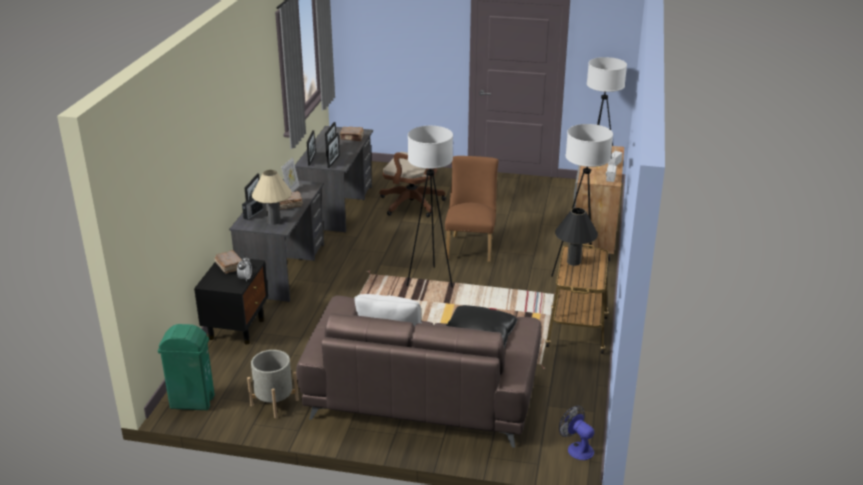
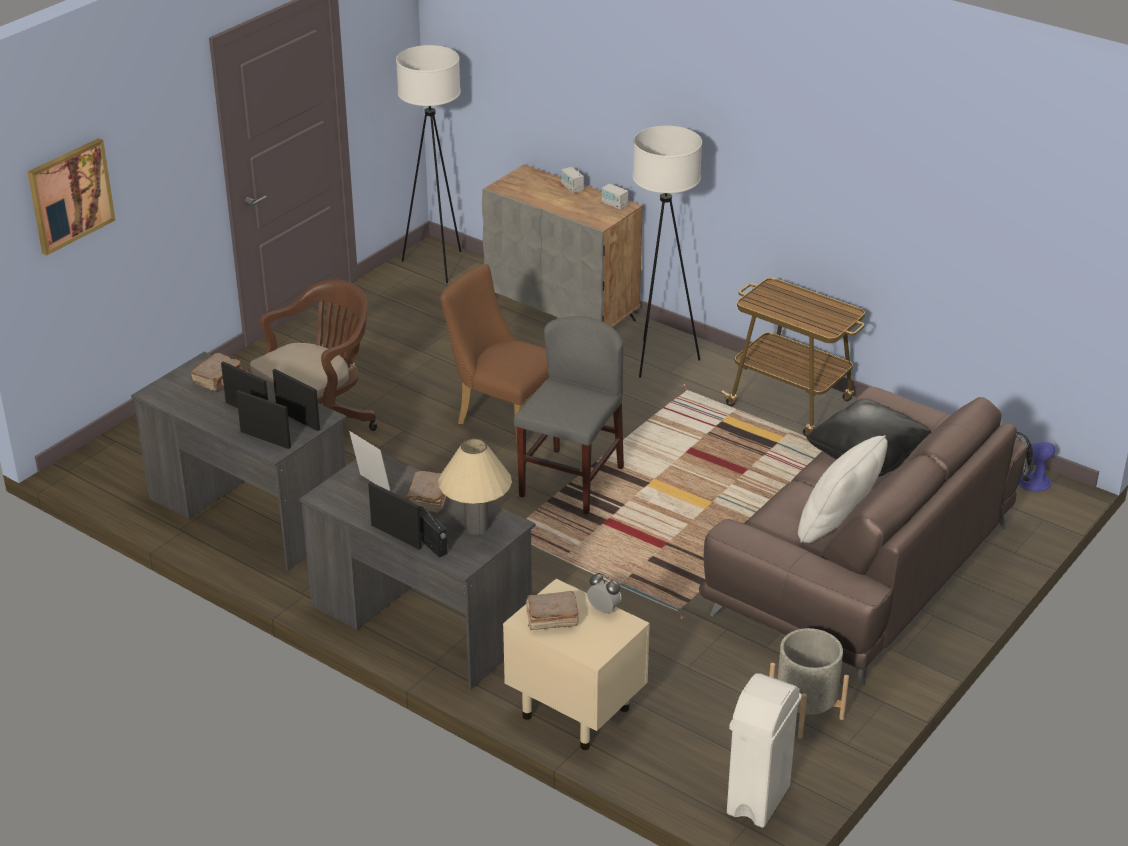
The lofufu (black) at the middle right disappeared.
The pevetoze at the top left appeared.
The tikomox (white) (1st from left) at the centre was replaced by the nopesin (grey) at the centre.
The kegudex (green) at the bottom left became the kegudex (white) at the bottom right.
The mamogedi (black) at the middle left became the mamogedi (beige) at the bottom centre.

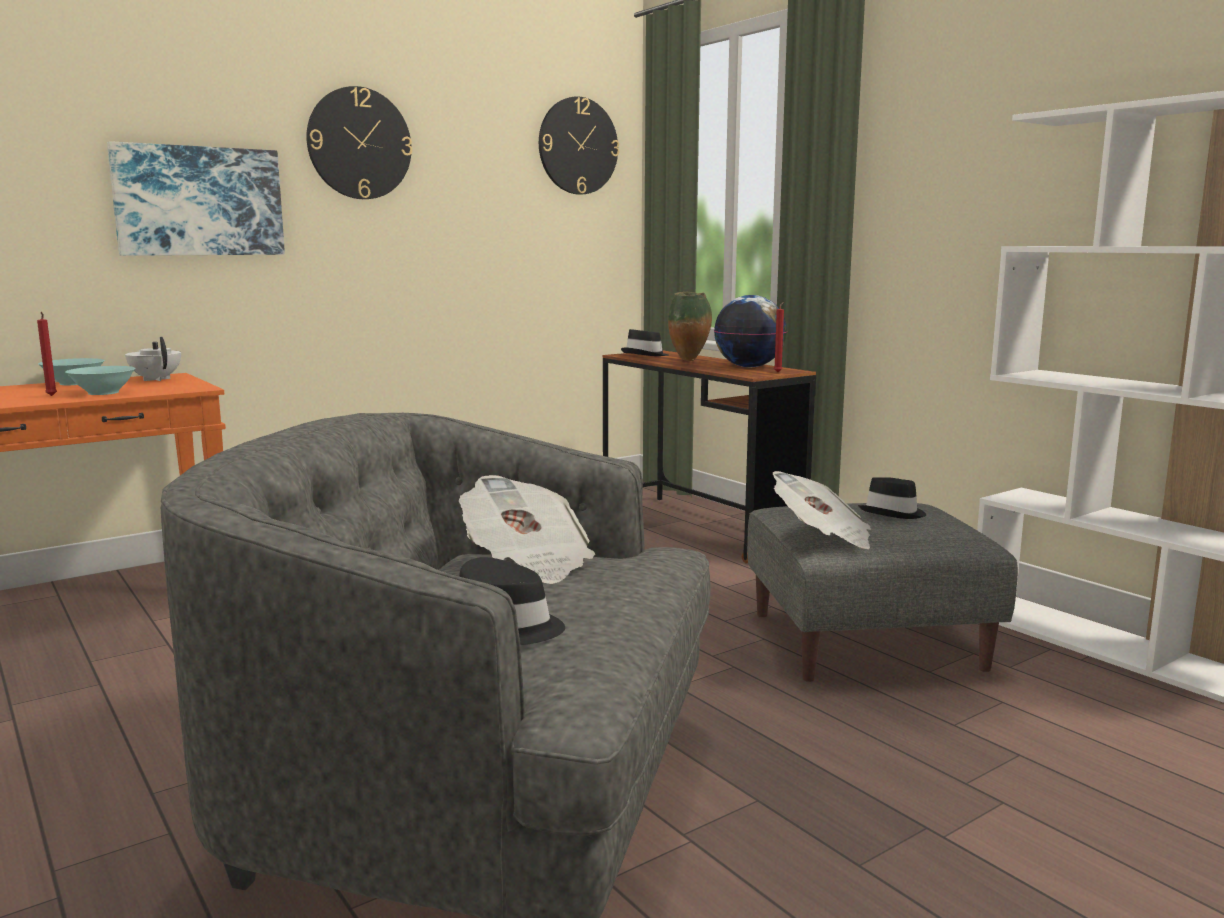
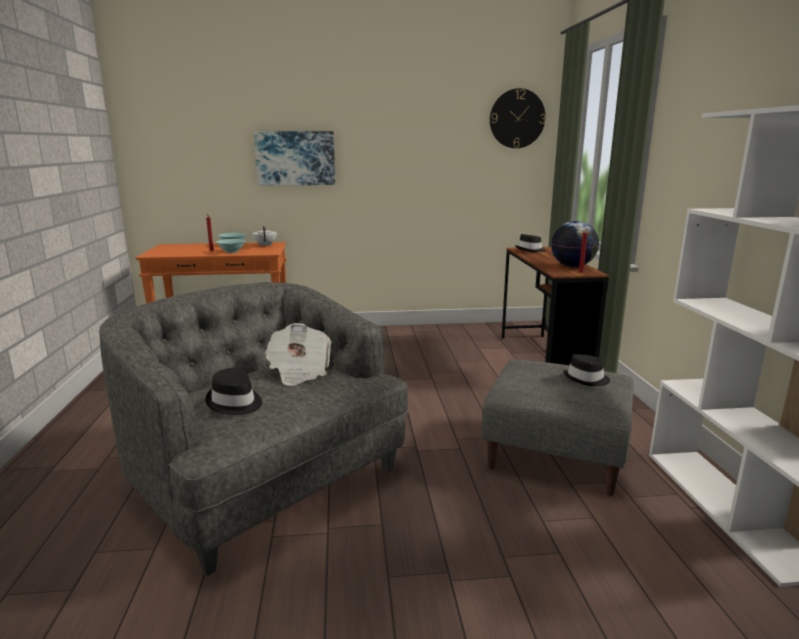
The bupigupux (1st from left) at the top left disappeared.
The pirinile at the centre disappeared.
The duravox (2nd from left) at the middle right disappeared.

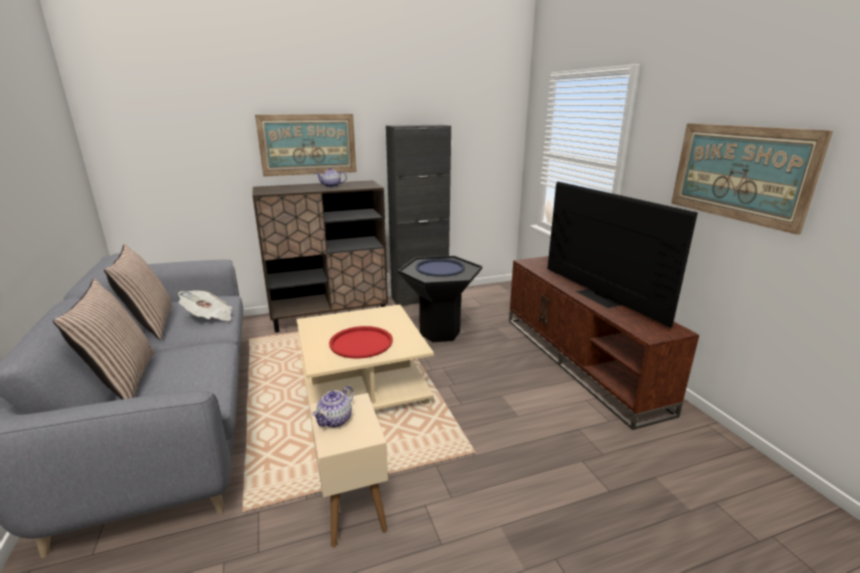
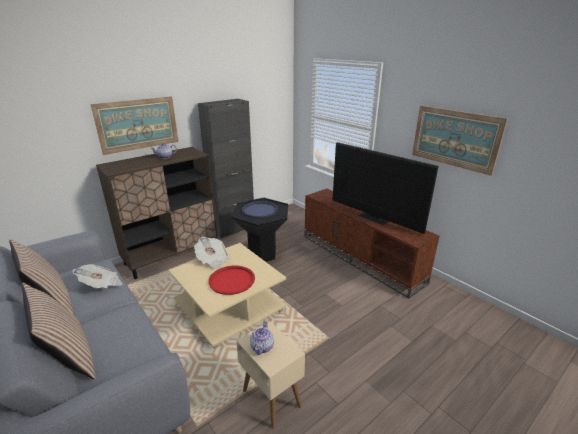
The duravox (2nd from left) at the centre appeared.

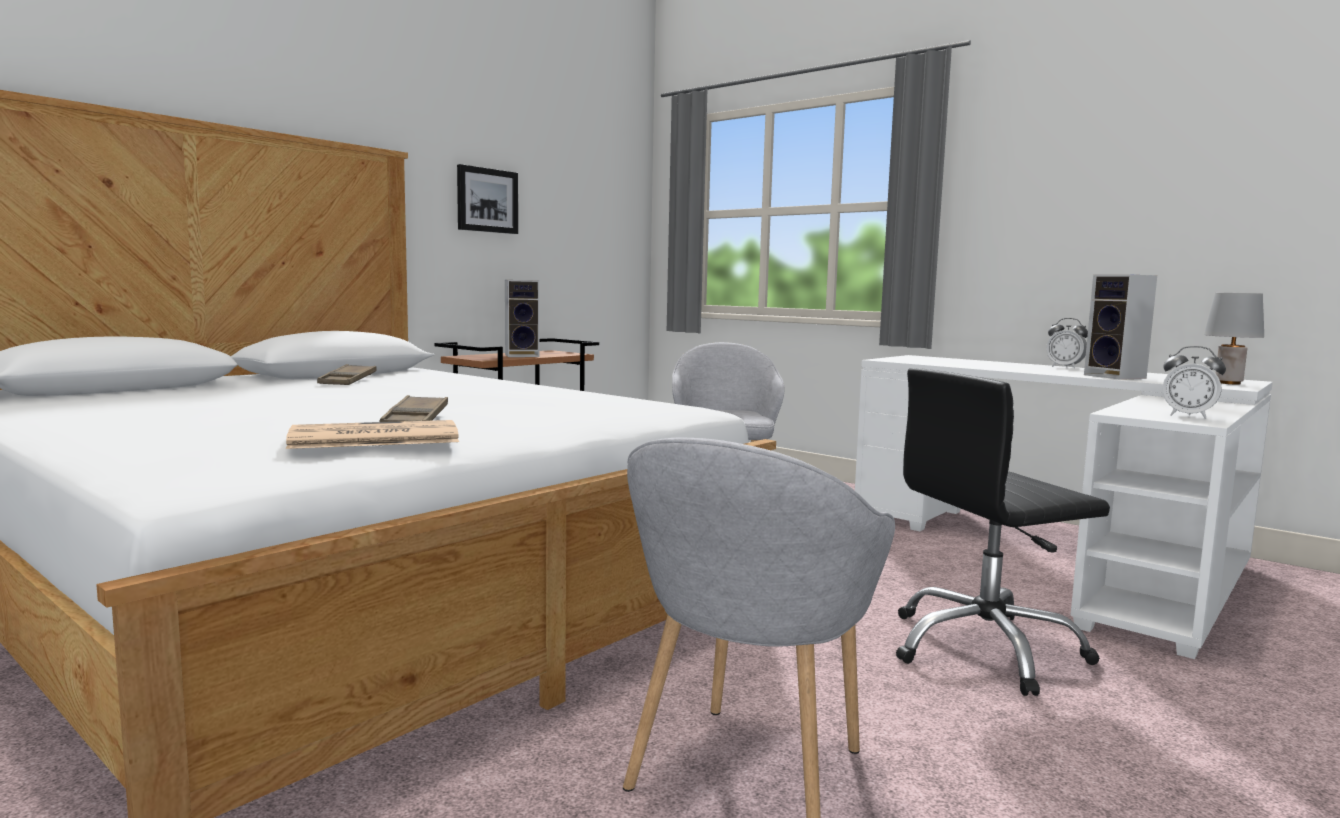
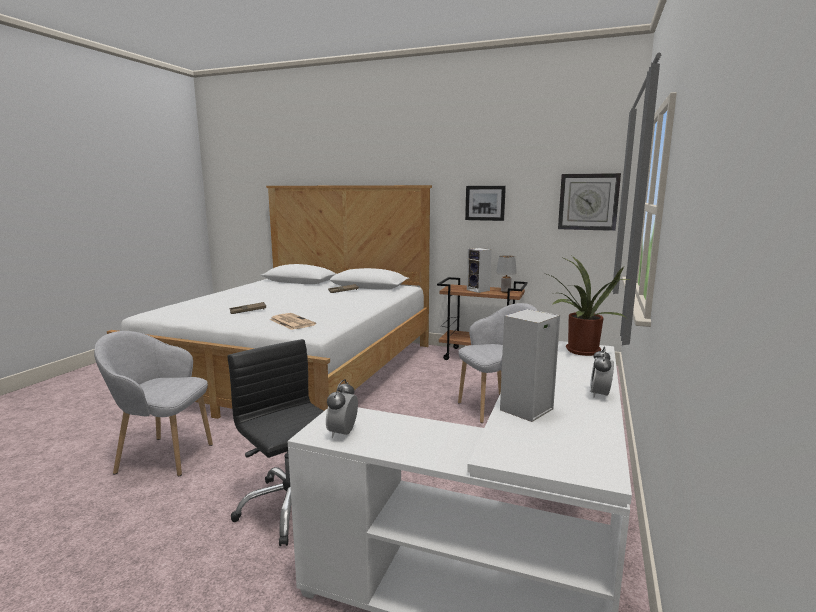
The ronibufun at the middle right appeared.
The bupigupux at the top right appeared.
The duravox moved from the middle left to the centre.
The lofufu (grey) moved from the middle right to the centre.

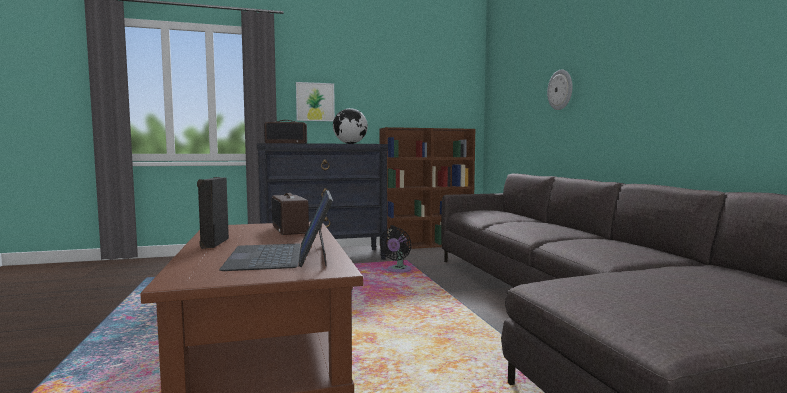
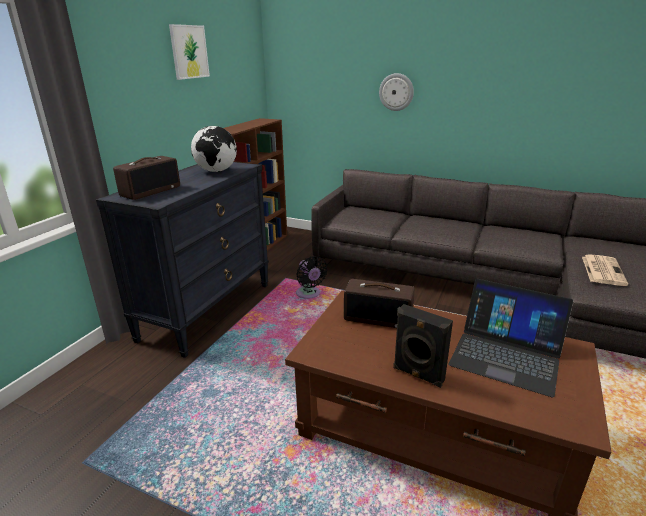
The duravox at the middle right appeared.
The pevetoze moved from the top centre to the top left.

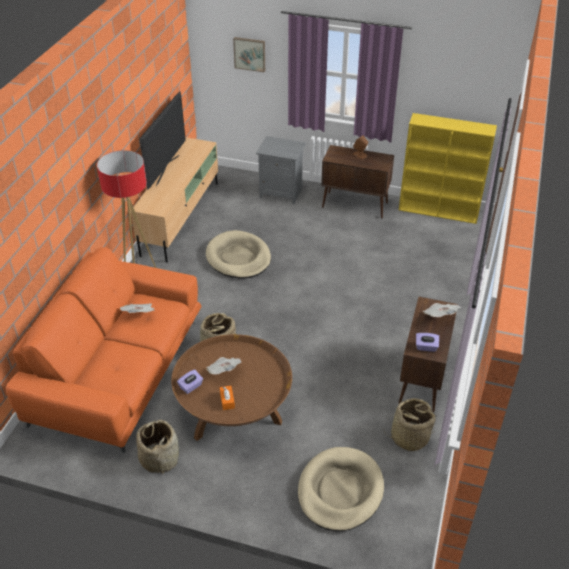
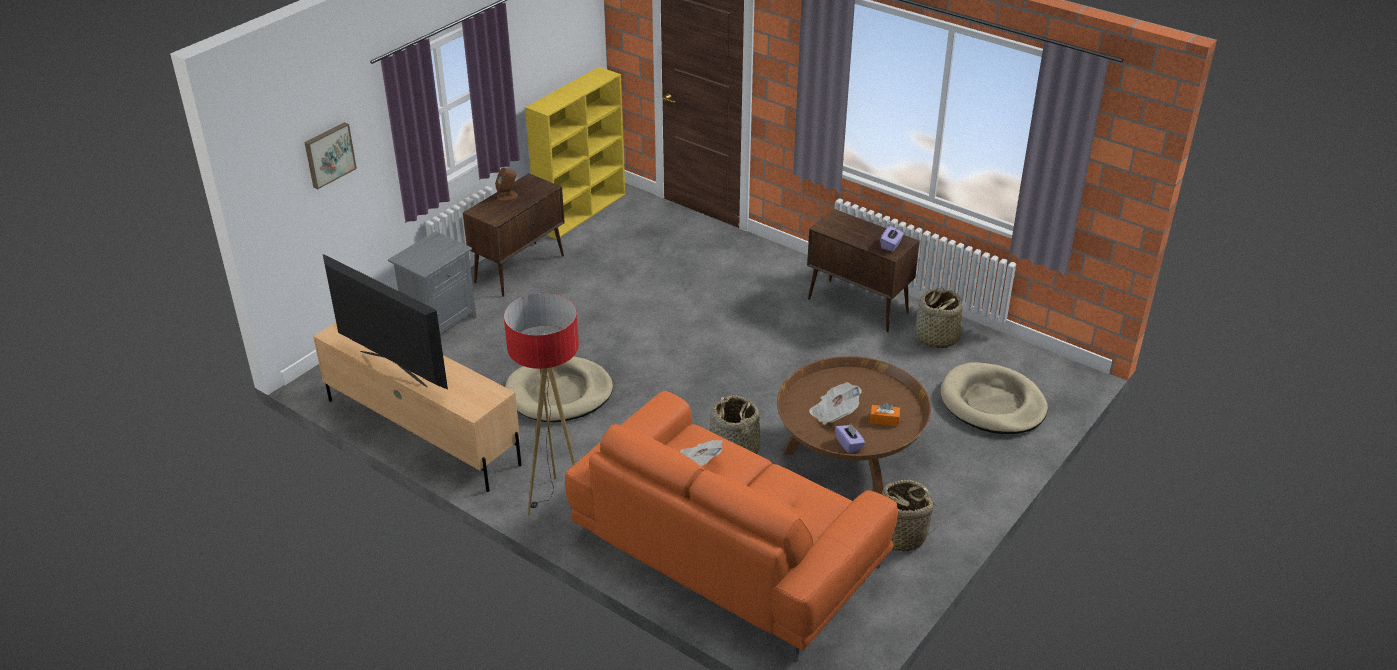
The duravox (3rd from left) at the middle right disappeared.

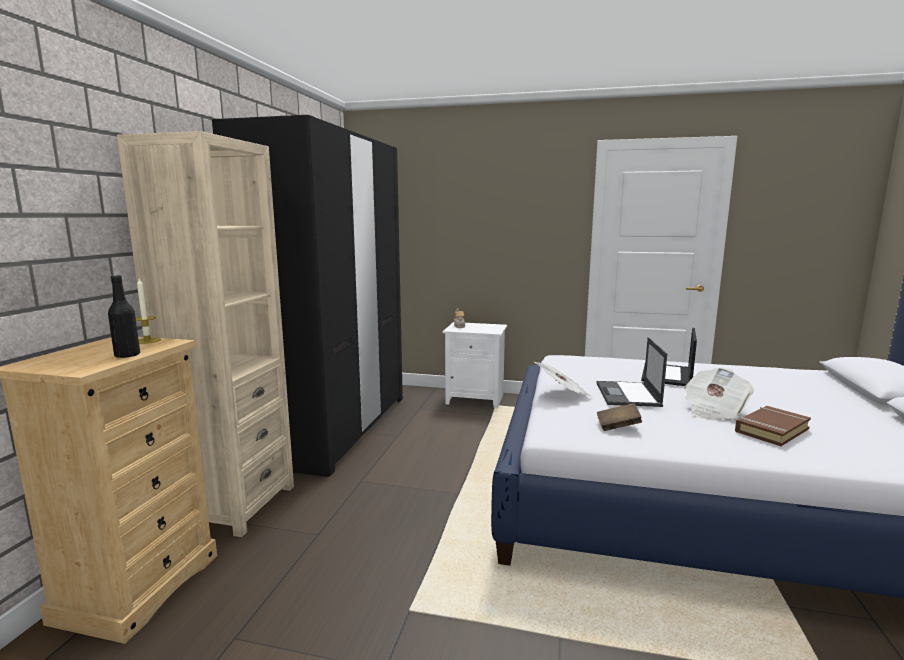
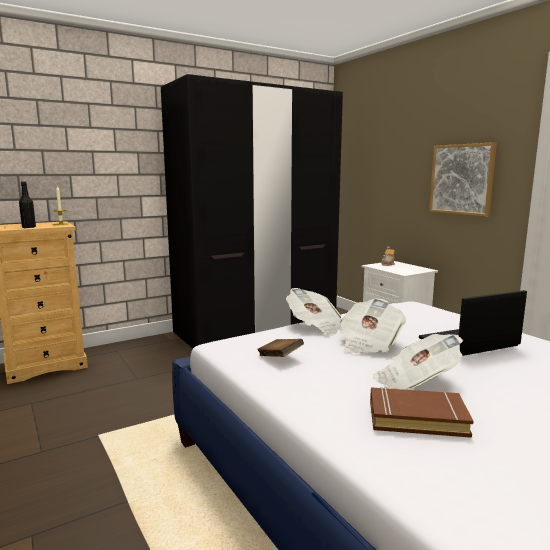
The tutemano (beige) at the middle left disappeared.
The pevetoze at the top right appeared.
The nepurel (1st from left) at the middle right was replaced by the duravox (2nd from left) at the middle right.

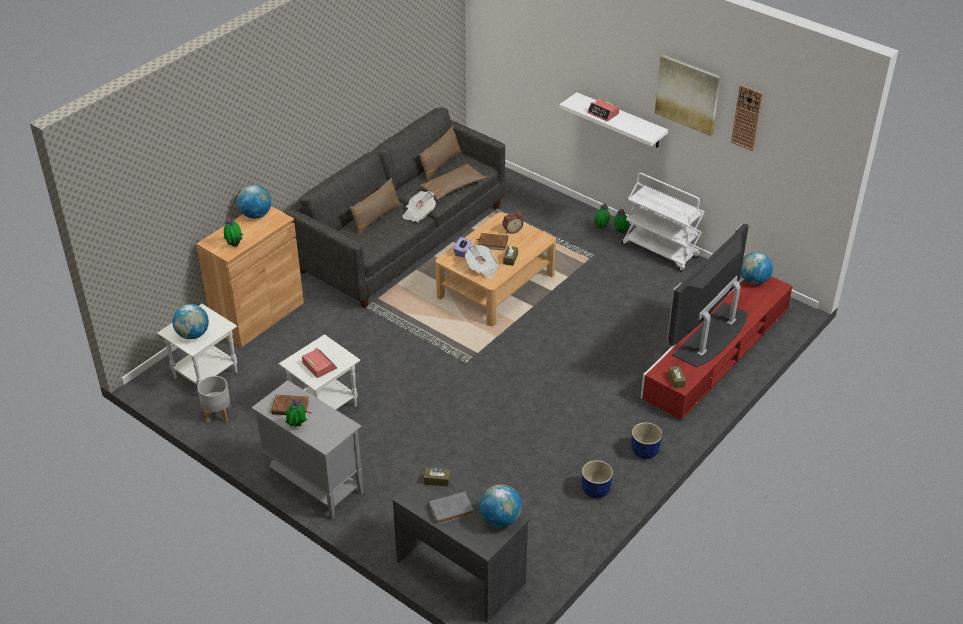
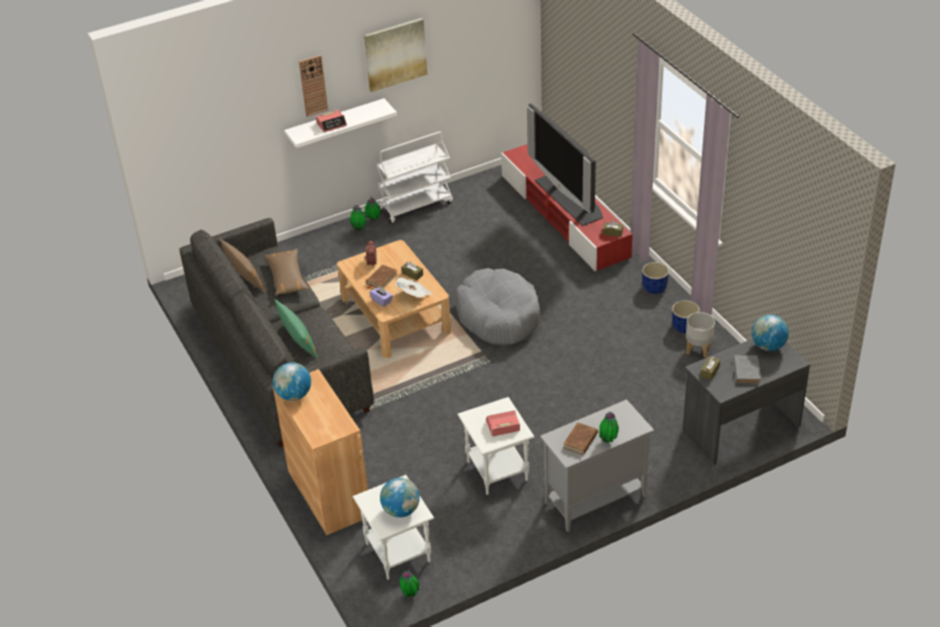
The duravox (1st from left) at the top centre disappeared.
The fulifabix (4th from left) at the middle right disappeared.
The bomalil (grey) at the centre appeared.
The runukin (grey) moved from the middle left to the middle right.
The ronibufun (1st from left in the first image) moved from the middle left to the bottom centre.
The bupigupux moved from the top right to the top left.
The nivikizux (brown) (1st from left) at the top centre became the nivikizux (green) at the middle left.

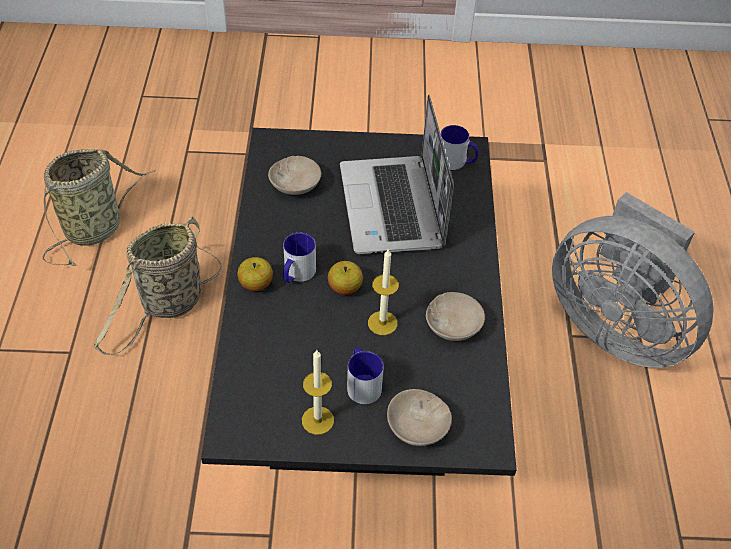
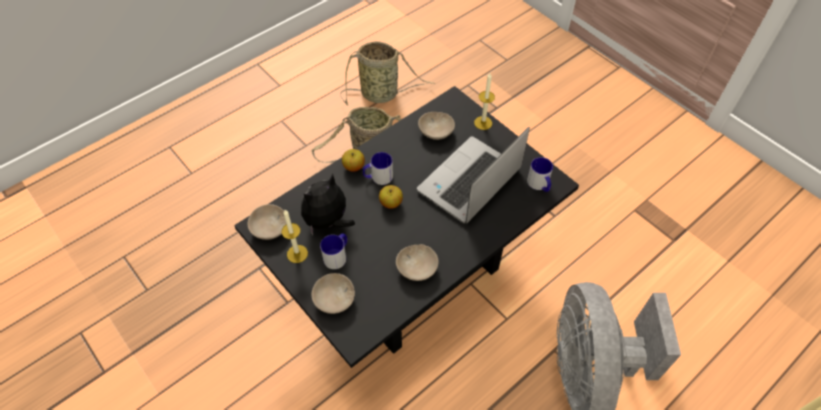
The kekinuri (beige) (1st from left) at the middle left appeared.
The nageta at the centre appeared.
The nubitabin (2nd from left) moved from the centre to the top centre.

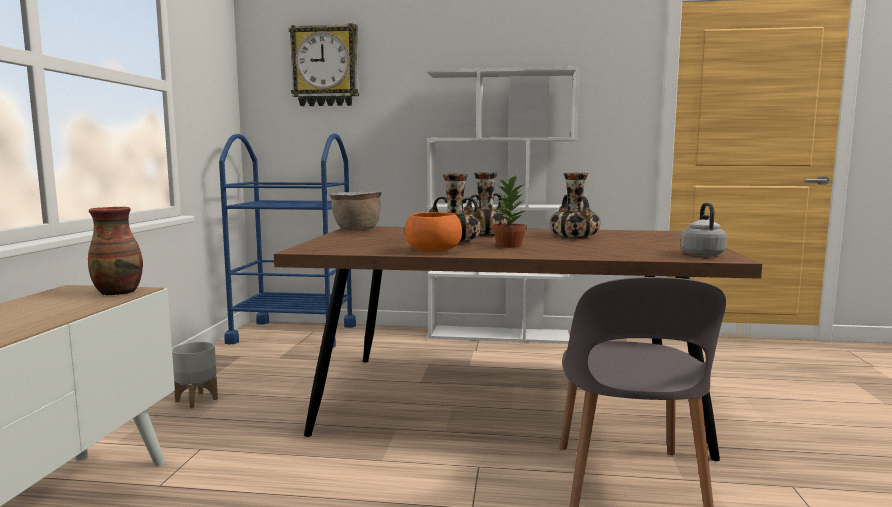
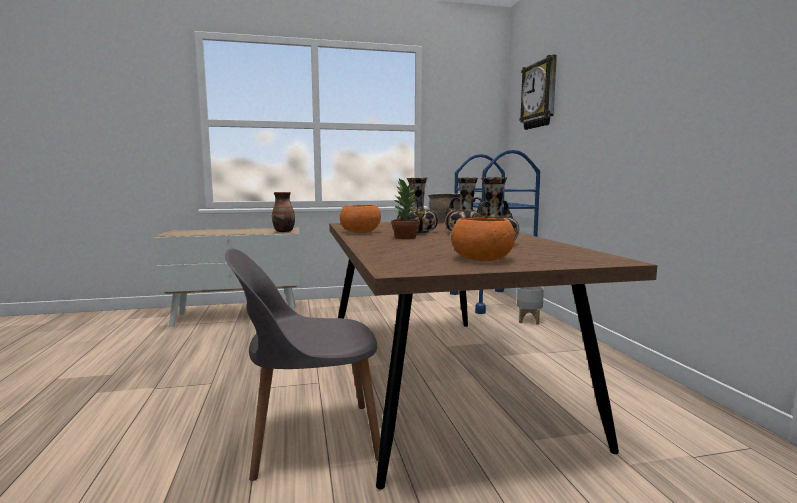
The tutemano (white) at the centre disappeared.
The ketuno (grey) at the middle right disappeared.
The kekinuri (orange) (2nd from left) at the centre appeared.
The runukin (grey) moved from the bottom left to the centre.

